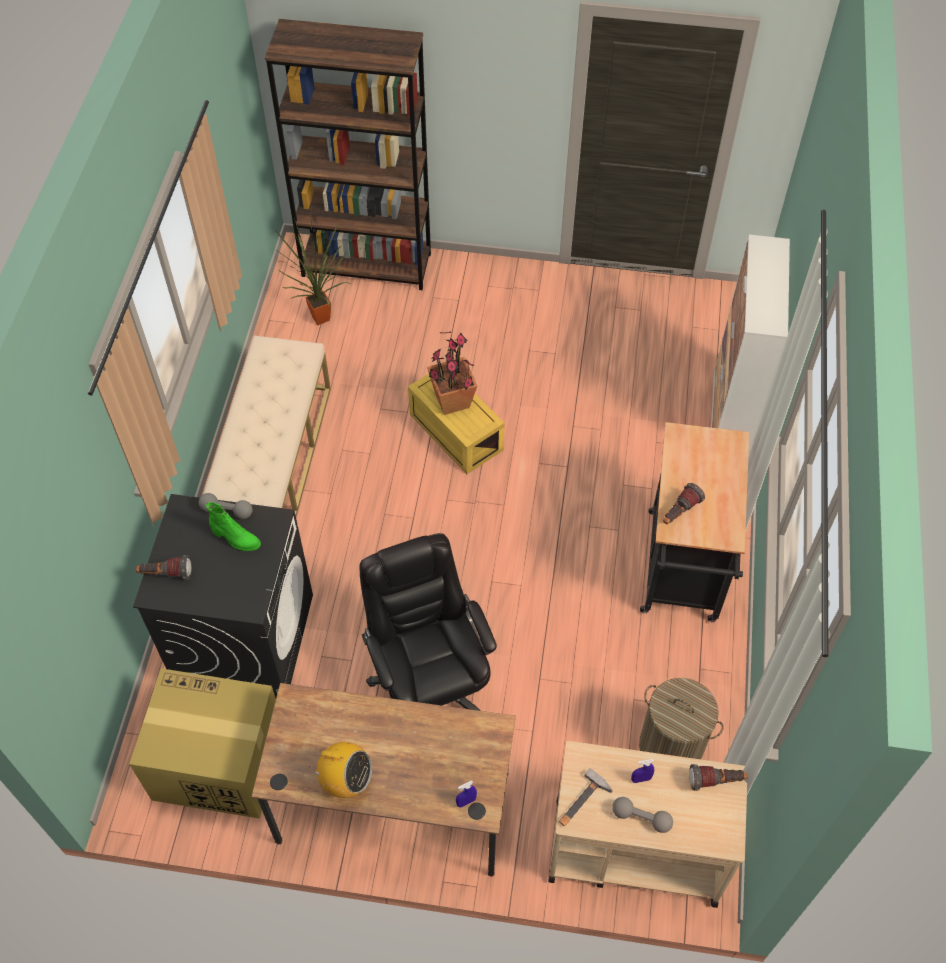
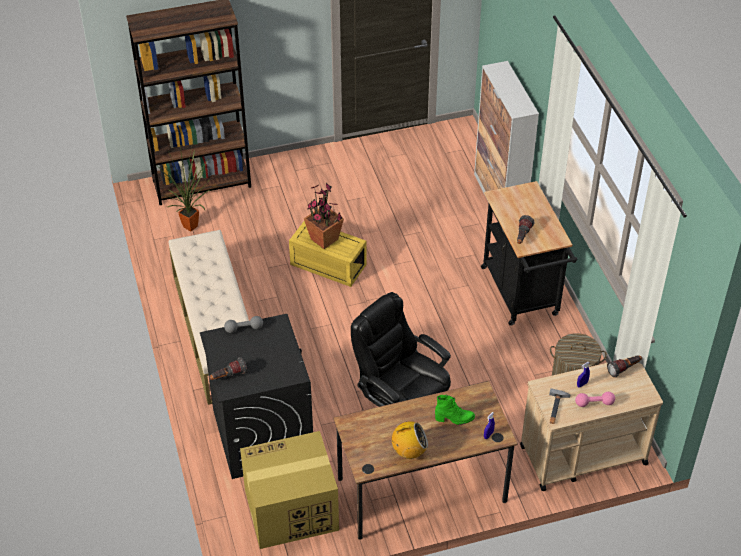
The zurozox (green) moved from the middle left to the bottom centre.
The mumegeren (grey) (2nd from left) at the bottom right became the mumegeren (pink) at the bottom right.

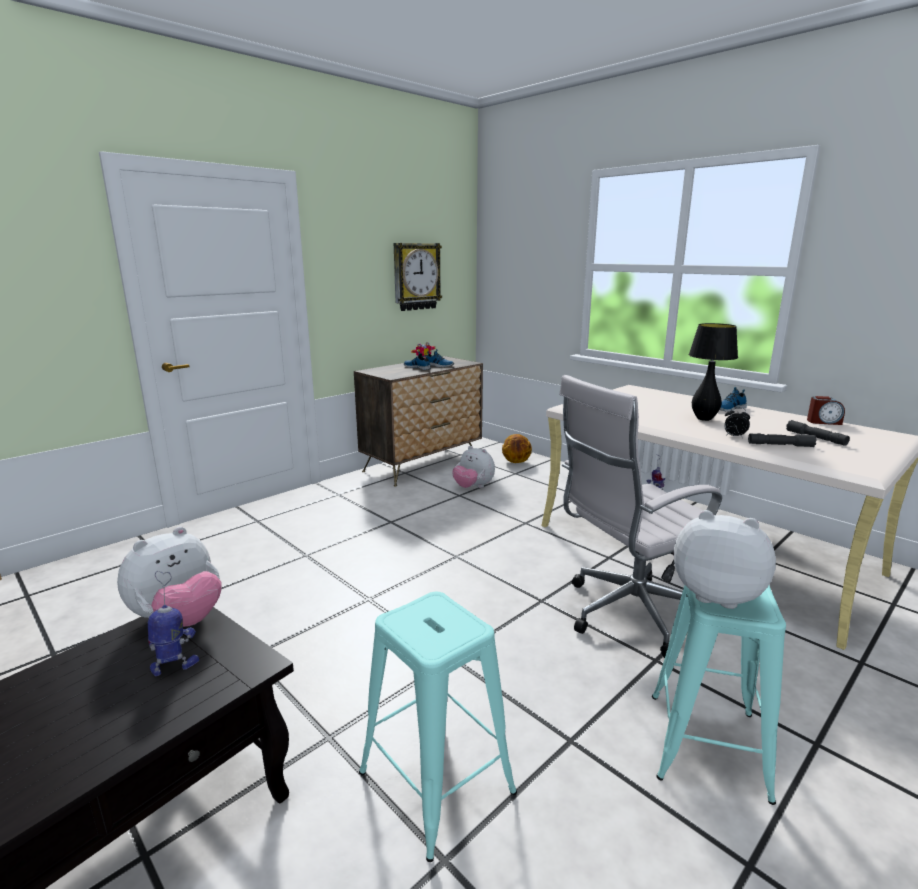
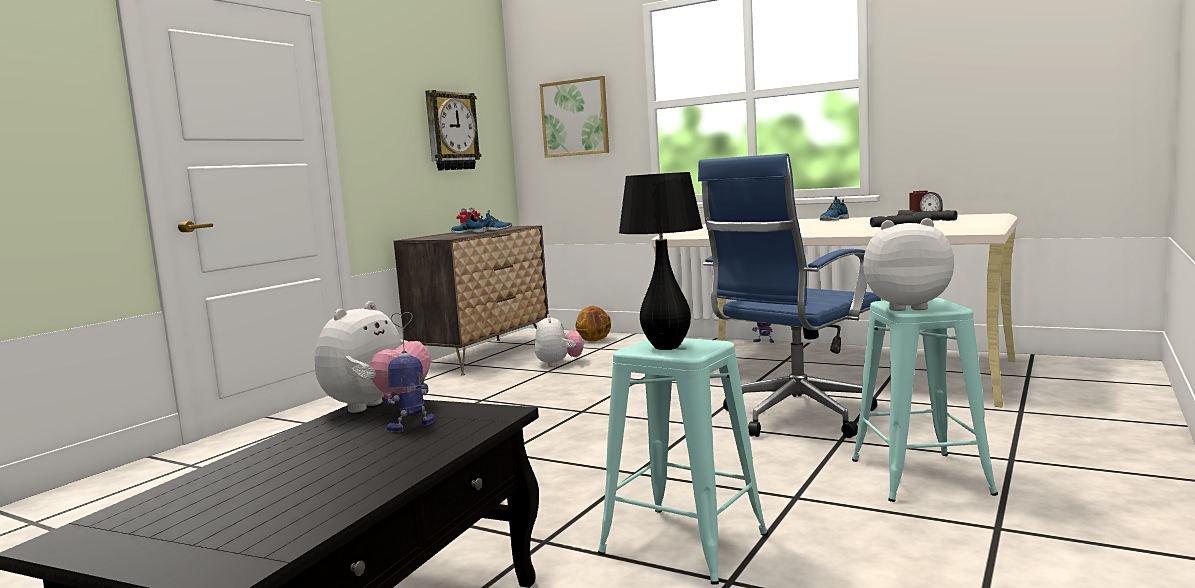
The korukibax (1st from left) at the middle right disappeared.
The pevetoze at the top centre appeared.
The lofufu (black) moved from the middle right to the centre.
The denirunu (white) at the middle right became the denirunu (blue) at the centre.
The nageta (2nd from left) at the centre turned 120 degrees counterclockwise.

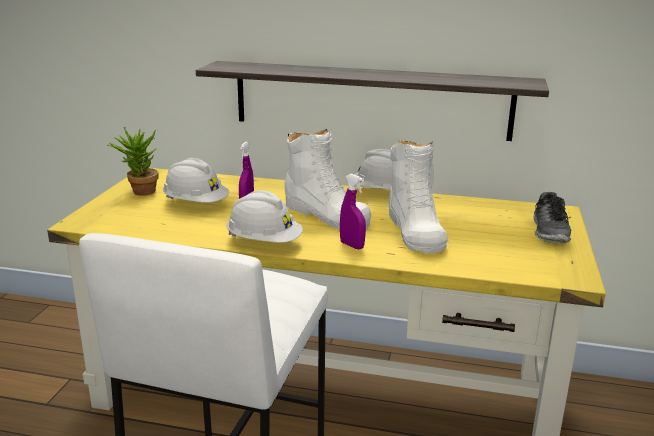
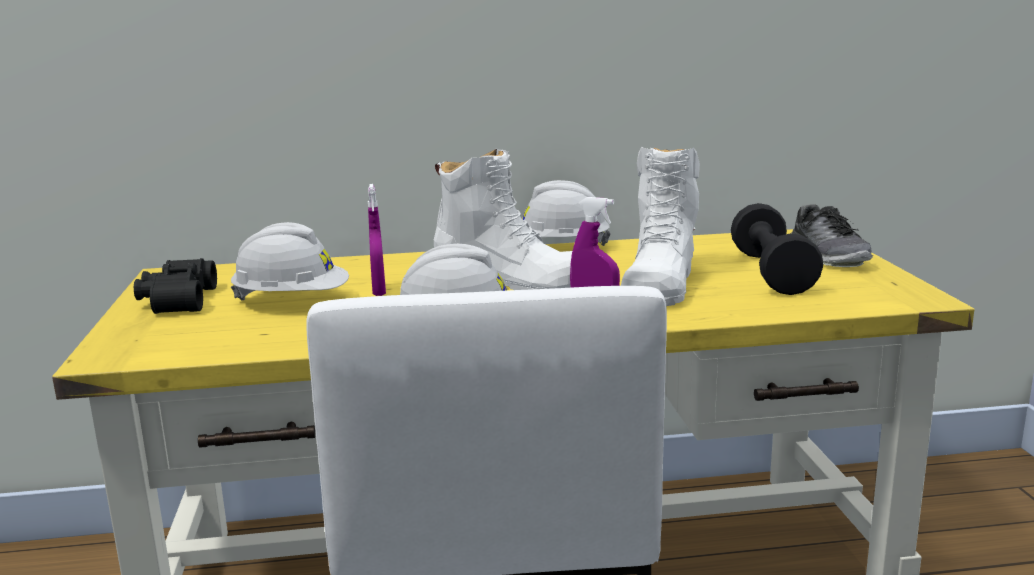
The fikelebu at the top centre disappeared.
The mumegeren (black) at the middle right appeared.
The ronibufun at the middle left was replaced by the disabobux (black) at the middle left.
The zurozox (white) (2nd from left) at the centre turned 45 degrees clockwise.

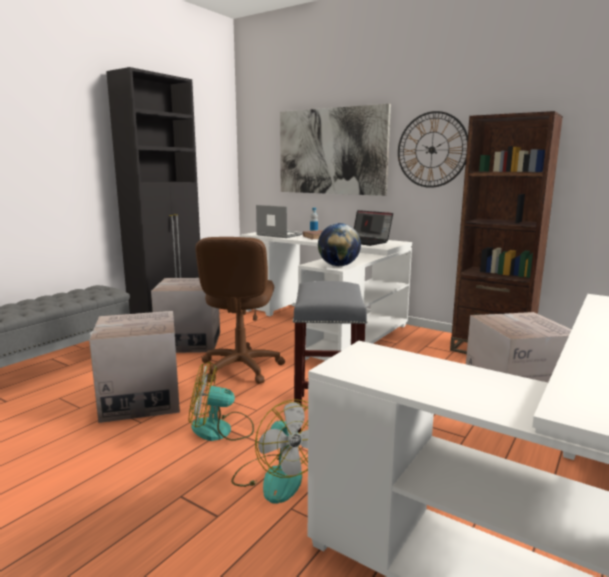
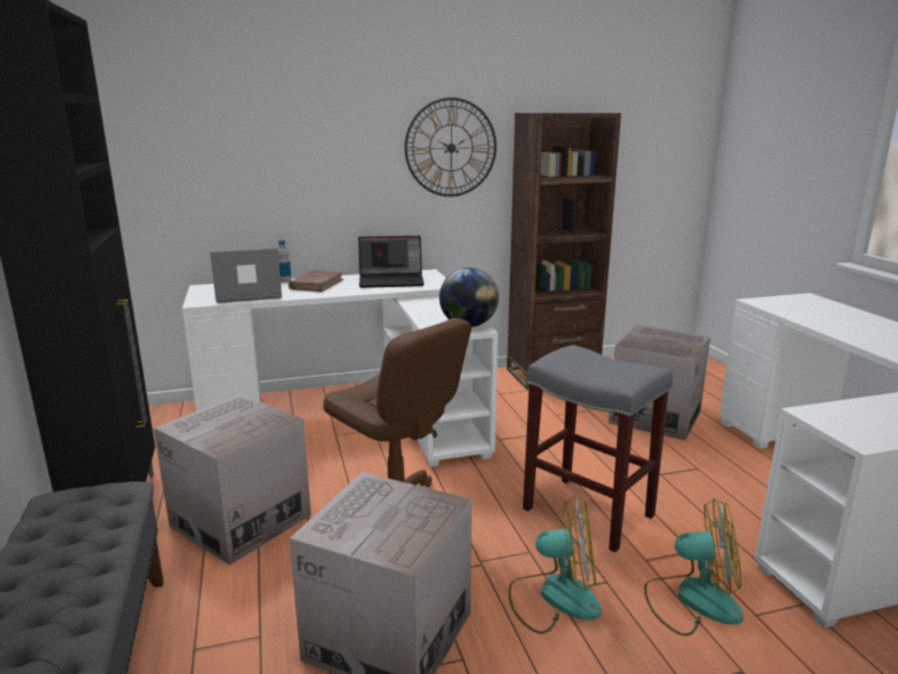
The pevetoze at the top centre disappeared.
The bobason (1st from left) at the bottom centre turned 120 degrees counterclockwise.

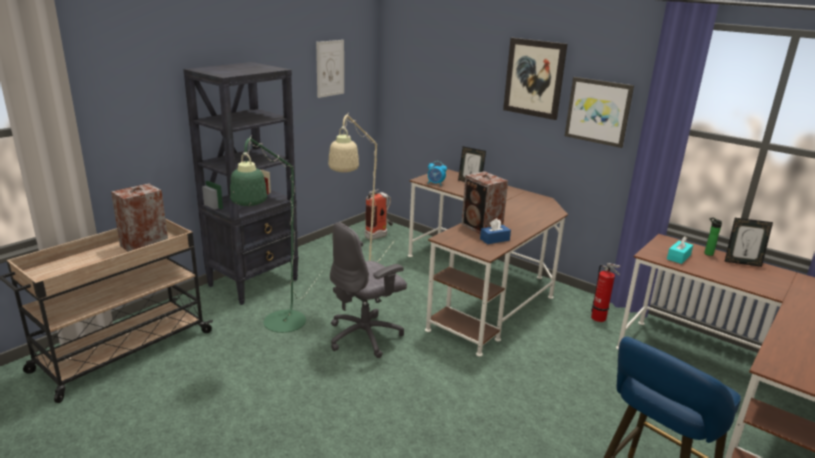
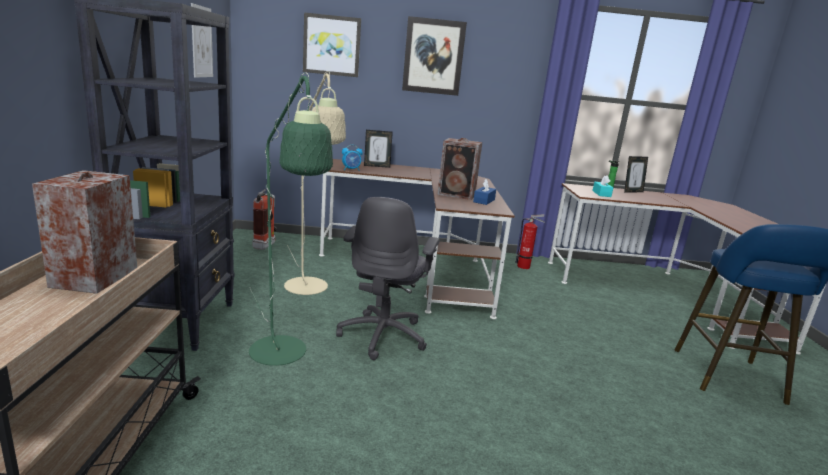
The pevetoze (3rd from left in the first image) moved from the top right to the top centre.

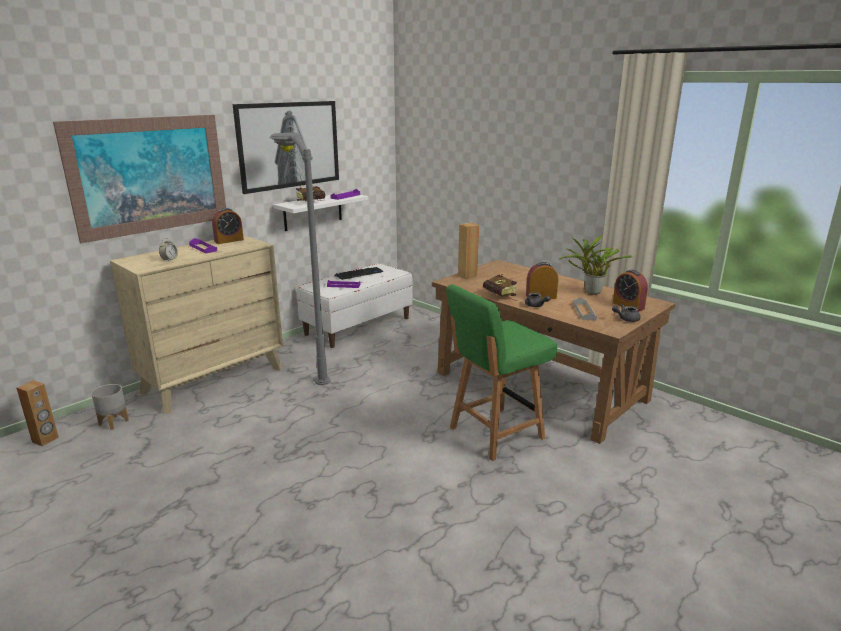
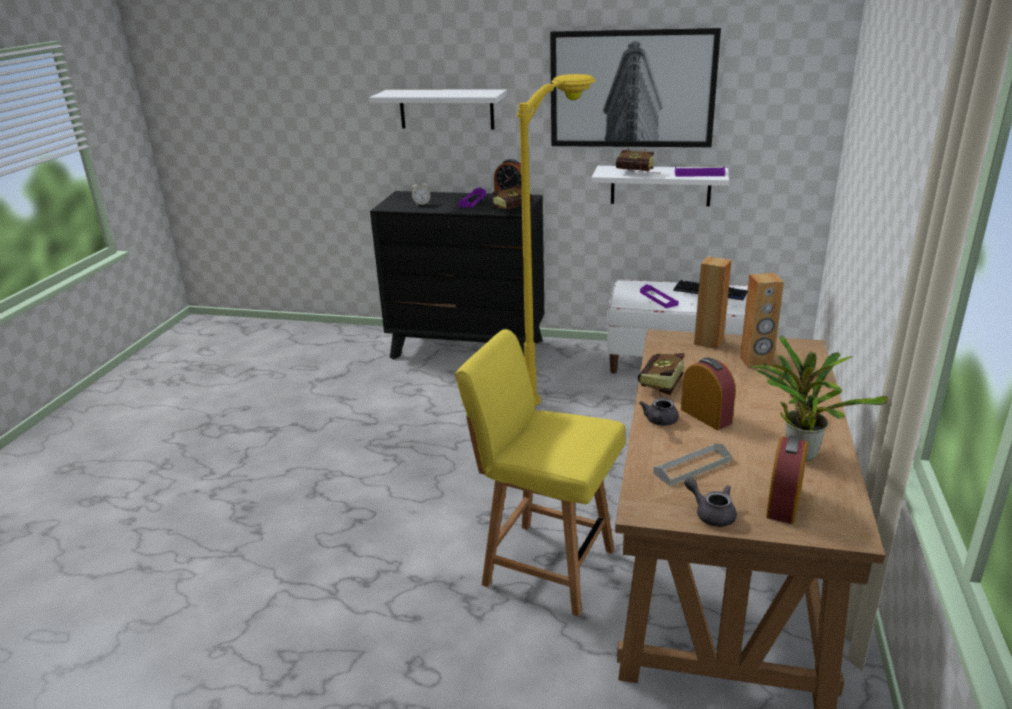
The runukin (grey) at the middle left disappeared.
The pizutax (1st from left) at the top centre appeared.
The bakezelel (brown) (1st from left in the first image) moved from the middle left to the middle right.
The pevetoze (1st from left) at the top left was replaced by the fikelebu (white) (1st from left) at the top centre.
The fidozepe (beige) at the middle left became the fidozepe (black) at the centre.
The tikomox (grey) at the centre became the tikomox (yellow) at the centre.
The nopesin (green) at the centre became the nopesin (yellow) at the bottom centre.

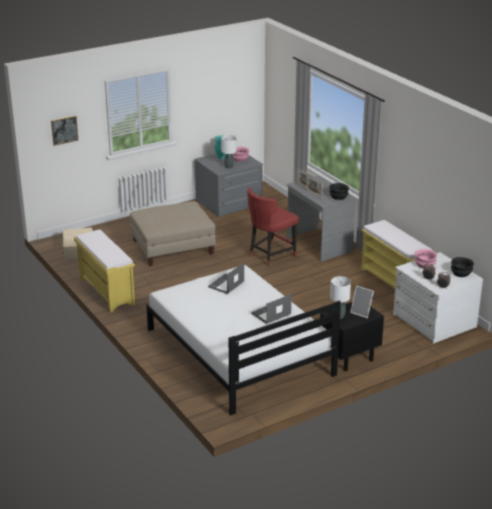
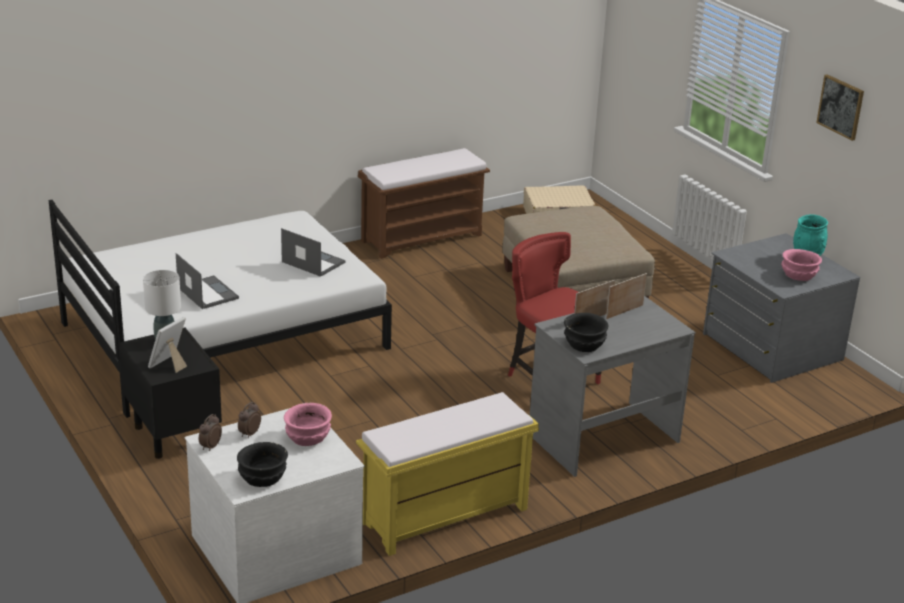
The lofufu (white) (1st from left) at the top centre disappeared.
The pevetoze moved from the top left to the top right.
The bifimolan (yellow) (1st from left) at the middle left became the bifimolan (brown) at the centre.

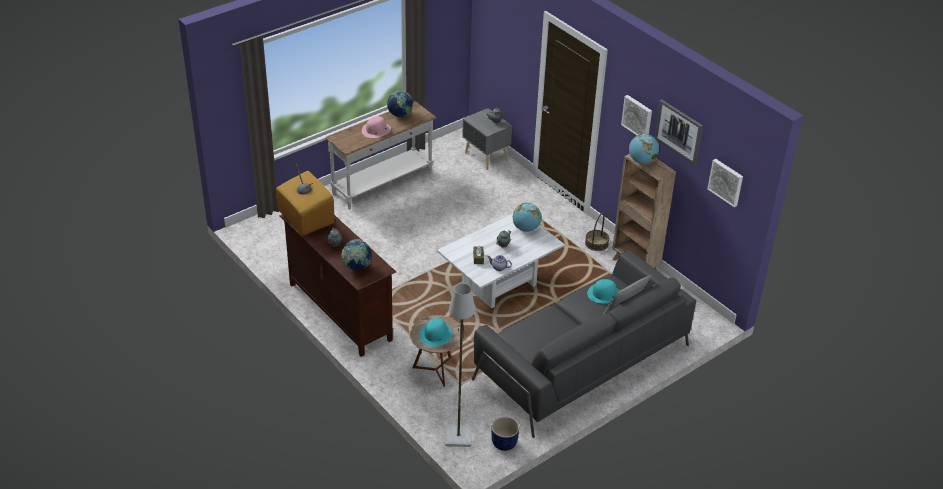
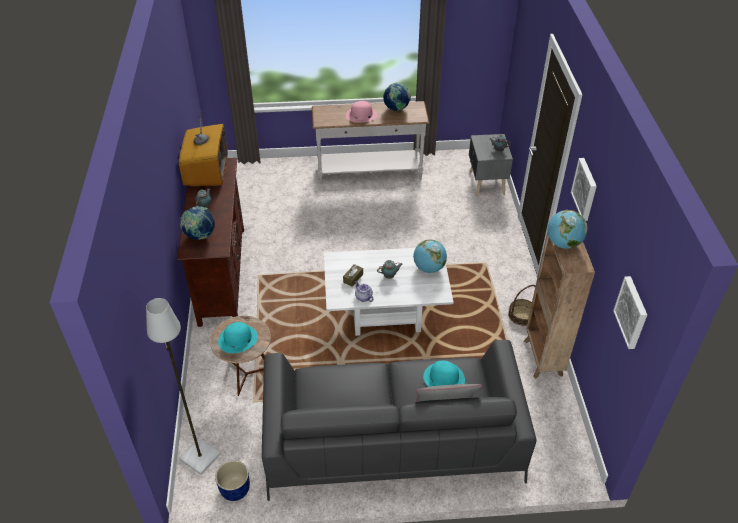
The pevetoze (2nd from left) at the top right disappeared.

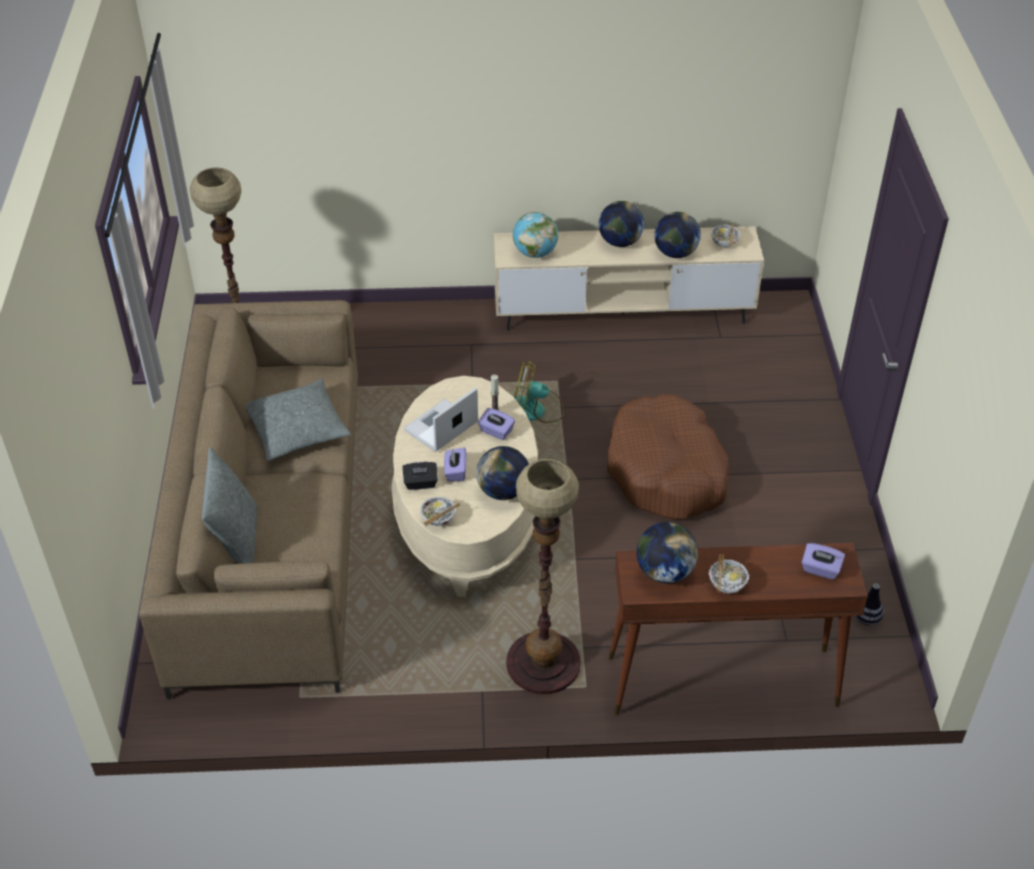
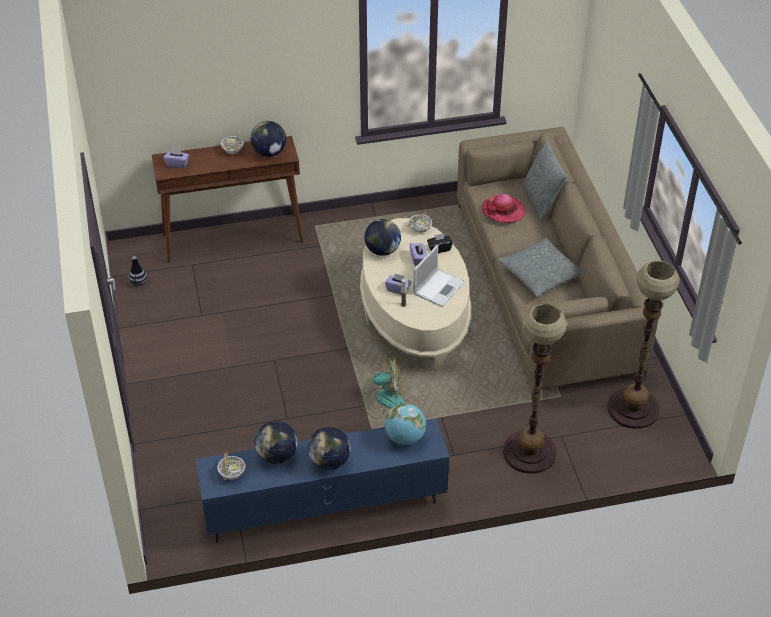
The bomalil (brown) at the centre disappeared.
The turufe at the centre appeared.
The tikomox (2nd from left in the first image) moved from the centre to the middle right.
The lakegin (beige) at the top centre became the lakegin (blue) at the bottom centre.

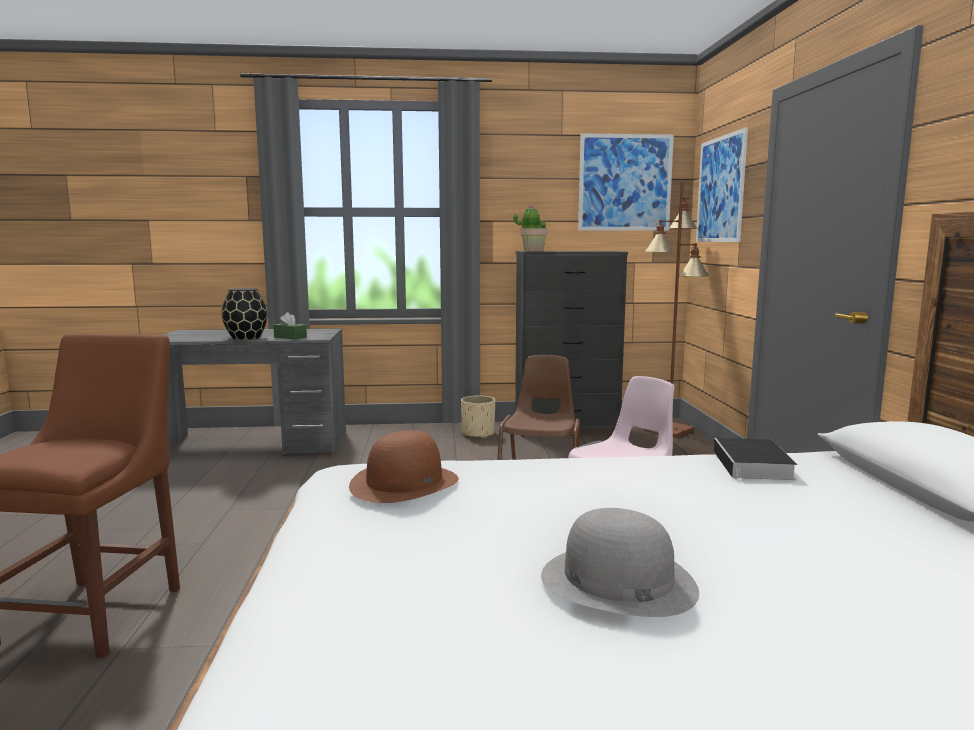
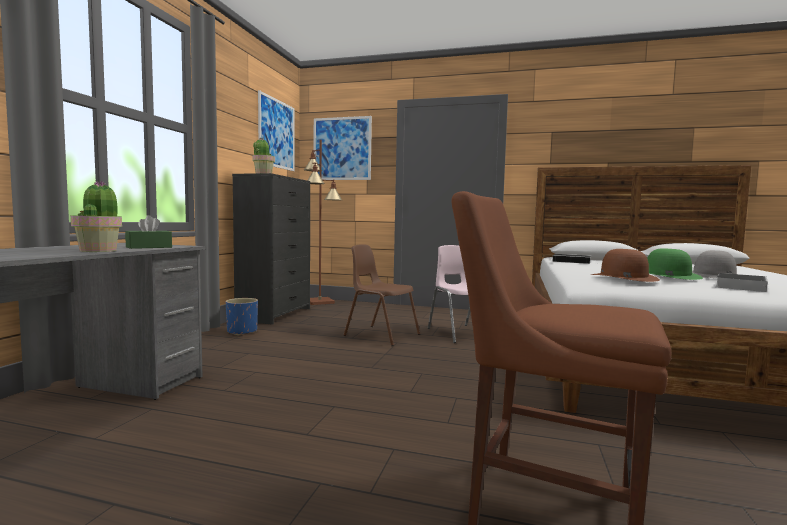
The turufe (green) at the middle right appeared.
The pizutax (2nd from left) at the middle right appeared.
The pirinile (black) at the middle left was replaced by the ronibufun (1st from left) at the middle left.
The runukin (beige) at the centre became the runukin (blue) at the middle left.

